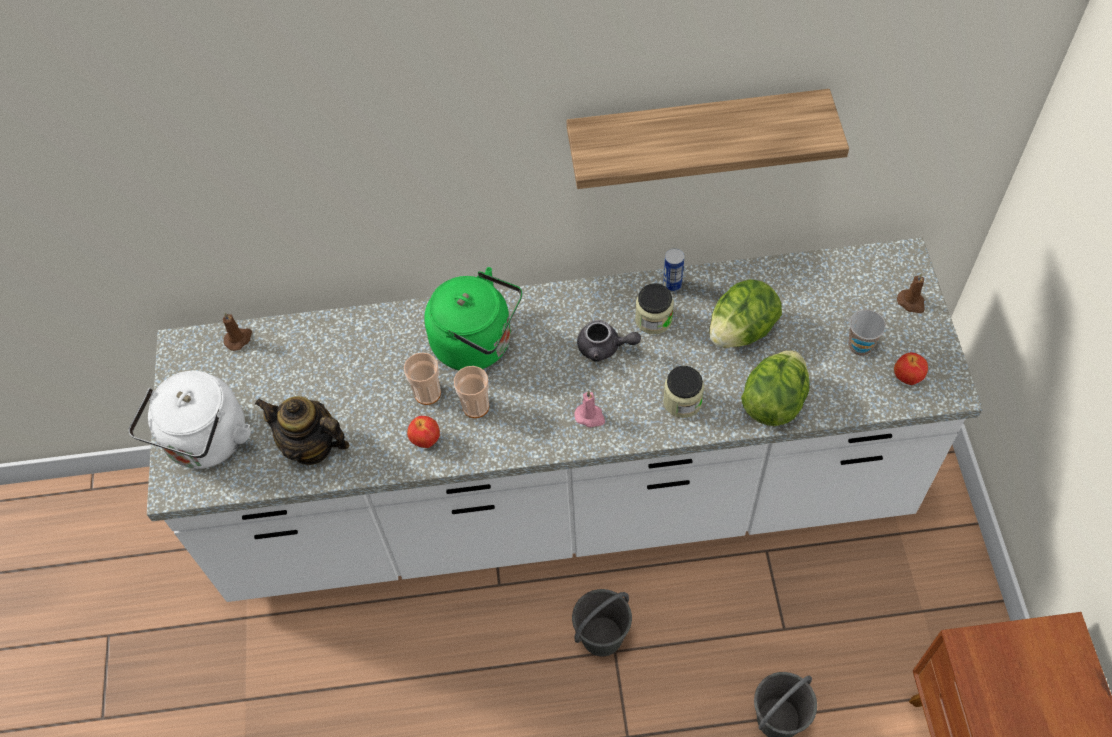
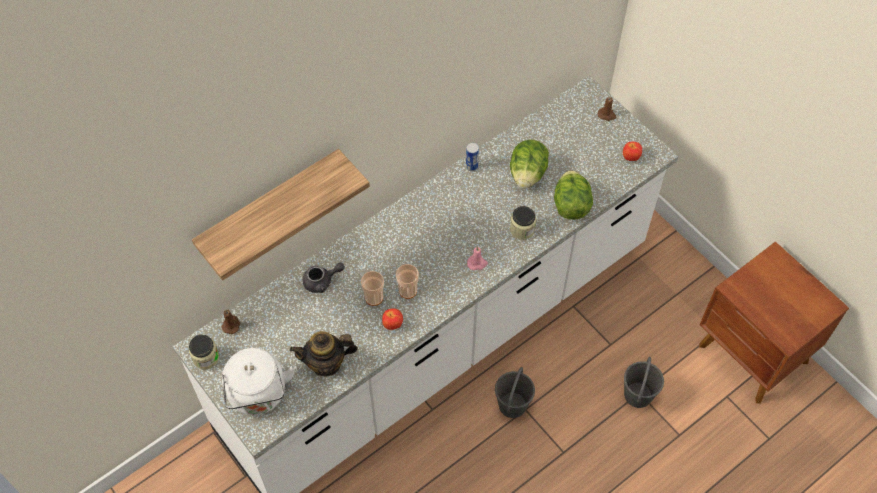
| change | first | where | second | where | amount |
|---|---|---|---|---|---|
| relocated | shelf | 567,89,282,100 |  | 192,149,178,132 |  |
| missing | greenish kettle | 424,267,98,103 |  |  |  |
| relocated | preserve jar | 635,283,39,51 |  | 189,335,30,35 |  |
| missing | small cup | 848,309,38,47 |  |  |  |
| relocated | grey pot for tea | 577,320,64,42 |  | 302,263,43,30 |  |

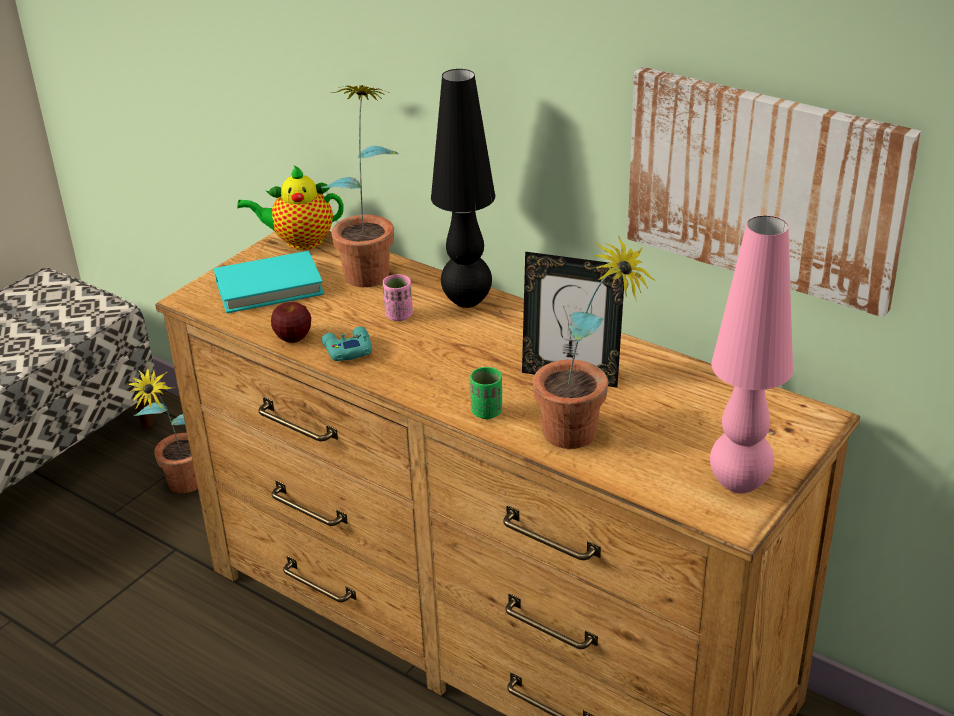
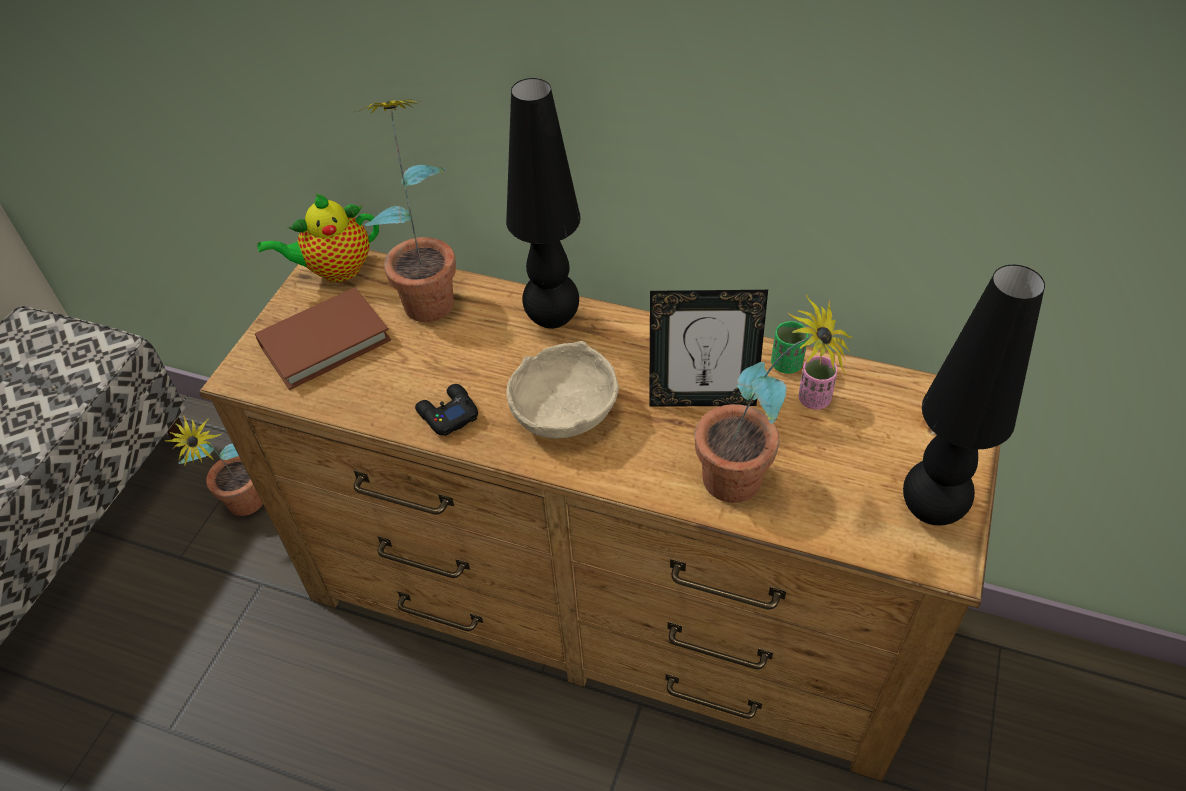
| change | first | where | second | where | amount |
|---|---|---|---|---|---|
| missing | picture | 627,67,295,251 |  |  |  |
| colour | pinkish lamp for a table | 710,215,83,279 | blackish lamp for a table | 903,265,142,261 |  |
| colour | blue-green bound book | 214,251,110,62 | brown bound book | 255,287,136,103 |  |
| relocated | pinkish small cup | 383,274,30,47 |  | 799,356,39,54 |  |
| missing | whole apple | 271,302,40,41 |  |  |  |
| colour | blue-green joypad | 322,327,50,34 | blackish joypad | 415,384,63,52 |  |
| relocated | greenish small cup | 470,367,32,52 |  | 771,321,38,53 |  |
| appeared |  |  | sand-coloured bowl | 506,341,113,98 |  |

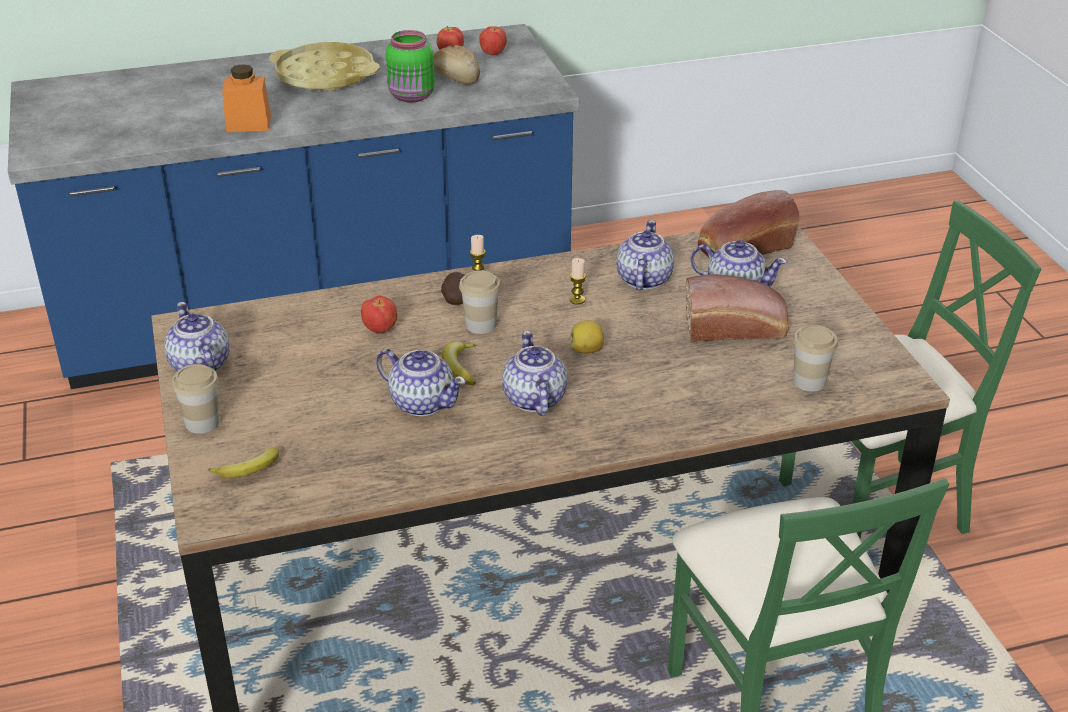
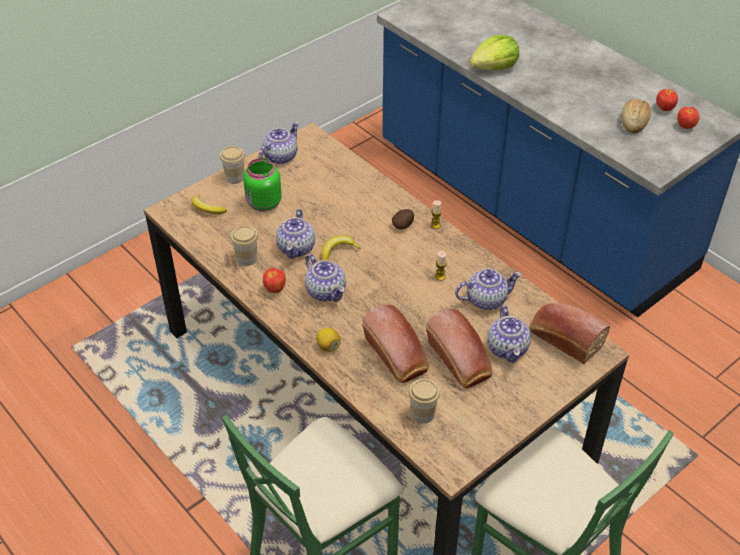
| change | first | where | second | where | amount |
|---|---|---|---|---|---|
| relocated | greenish preserve jar | 386,30,49,73 |  | 243,158,39,54 |  |
| missing | yellowish tray | 269,42,111,50 |  |  |  |
| exchanged | orange-coloured preserve jar | 222,64,49,68 | head of lettuce | 470,35,49,35 |  |
| relocated | small cup | 459,270,42,64 |  | 231,226,27,40 |  |
| relocated | whole apple | 361,295,37,38 |  | 263,268,23,25 |  |
| relocated | lemon | 569,320,35,34 |  | 316,328,25,24 |  |
| spun | pot for tea | 502,331,65,85 |  | 305,254,41,48 | 90 degrees clockwise |
| appeared |  |  | baked bread | 362,305,67,78 |  |

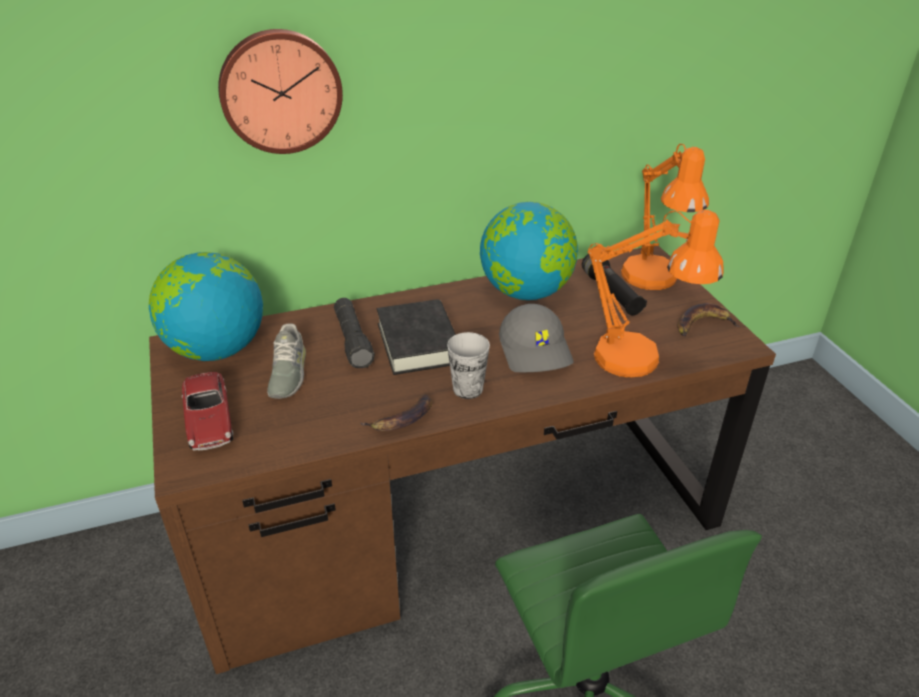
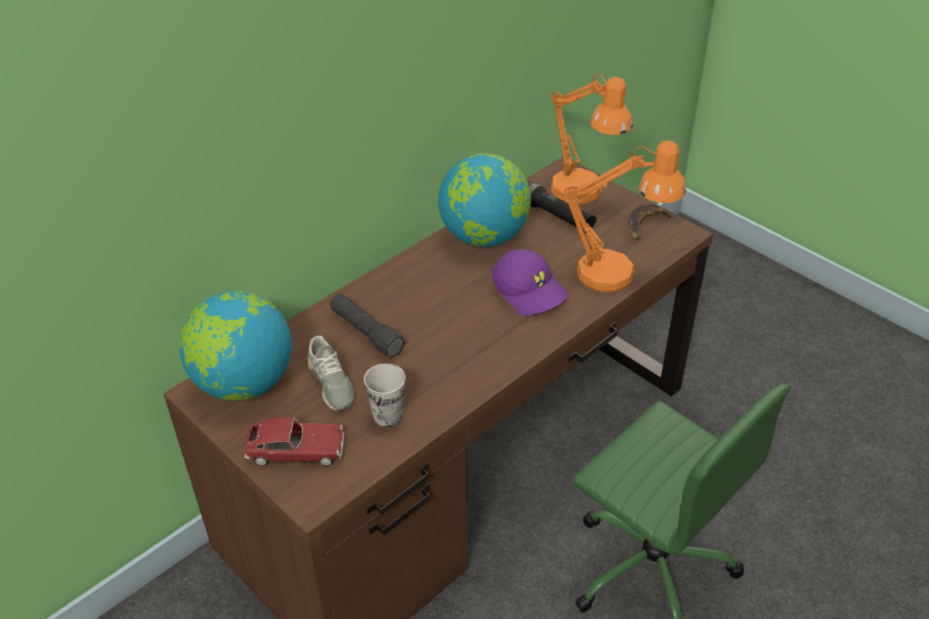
| change | first | where | second | where | amount |
|---|---|---|---|---|---|
| missing | hanging clock | 218,29,125,125 |  |  |  |
| missing | blackish bound book | 377,299,79,76 |  |  |  |
| colour | grey baseball cap | 499,304,74,68 | purple-coloured baseball cap | 492,249,76,67 |  |
| relocated | small cup | 447,332,43,67 |  | 364,363,41,64 |  |
| spun | toy car | 182,372,52,79 |  | 244,417,100,49 | 45 degrees counterclockwise |
| missing | banana | 361,394,71,37 |  |  |  |

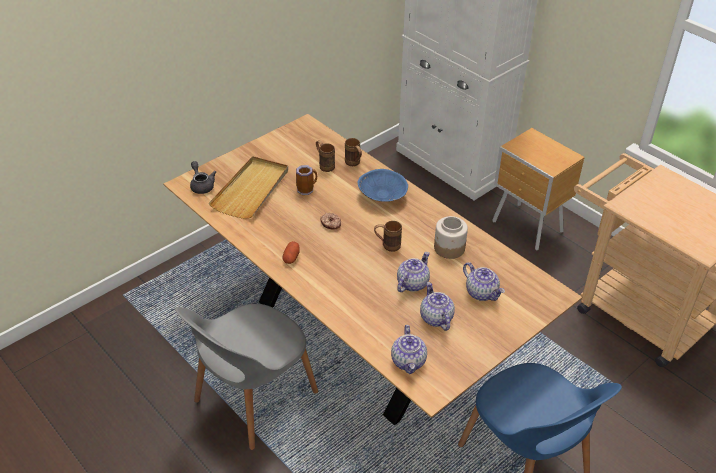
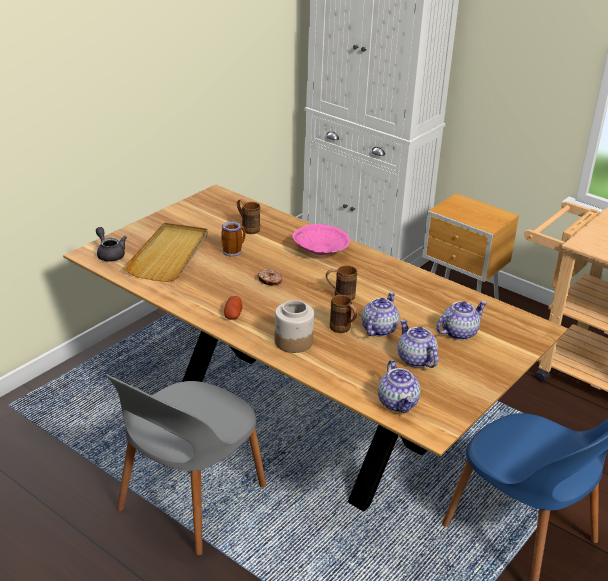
| change | first | where | second | where | amount |
|---|---|---|---|---|---|
| relocated | brown coffee mug | 345,138,17,28 |  | 330,295,28,38 |  |
| colour | bluish bowl | 358,169,50,33 | pinkish bowl | 292,224,58,31 |  |
| relocated | preserve jar | 434,216,34,43 |  | 275,300,39,53 |  |
| spun | pot for tea | 463,262,42,39 |  | 436,301,51,39 | 75 degrees counterclockwise |

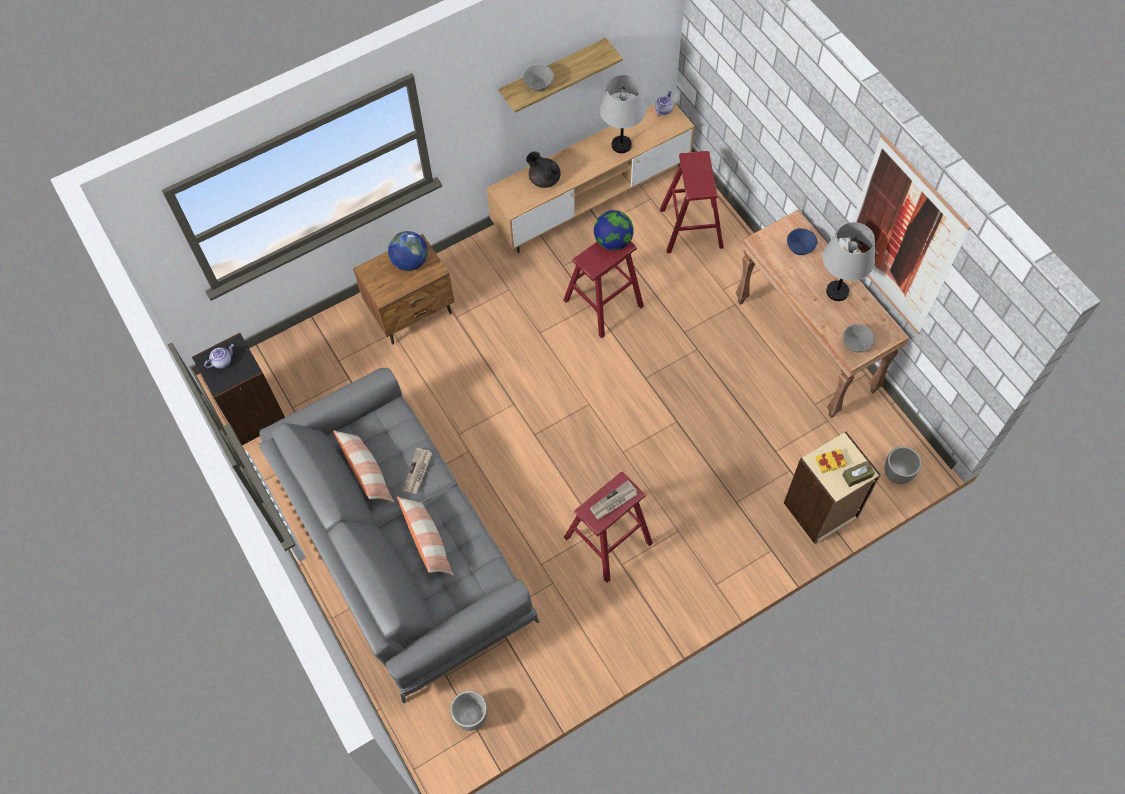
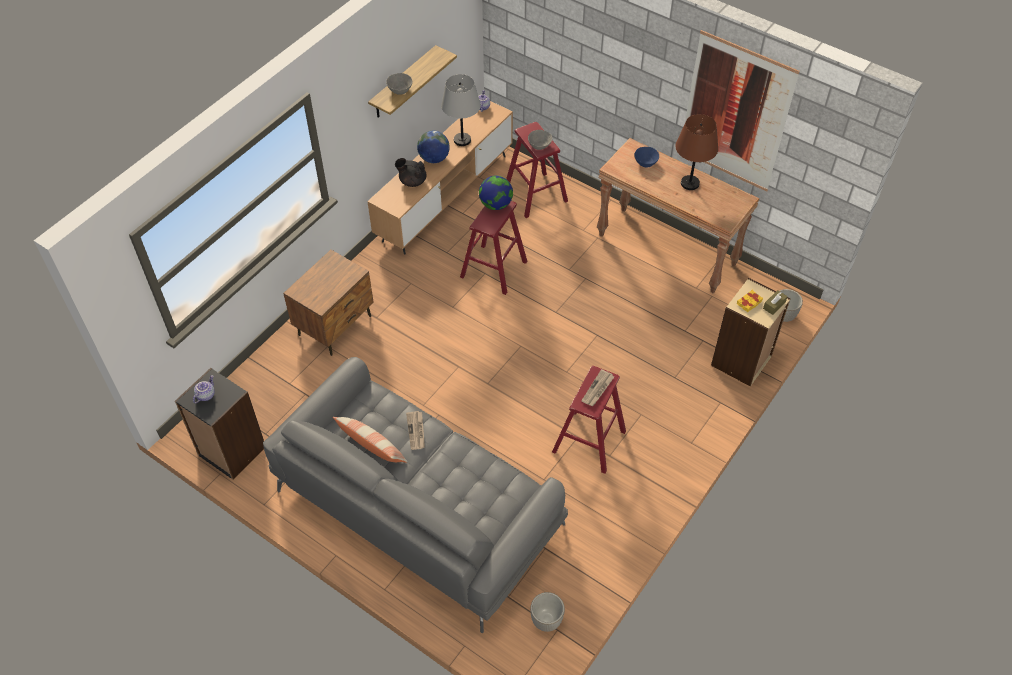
| change | first | where | second | where | amount |
|---|---|---|---|---|---|
| colour | grey lamp for a table | 823,222,52,79 | brown lamp for a table | 675,114,43,76 |  |
| relocated | desk globe | 388,231,40,40 |  | 417,131,33,32 |  |
| relocated | grey bowl | 843,324,32,28 |  | 528,130,24,20 |  |
| missing | throw pillow | 397,496,57,80 |  |  |  |

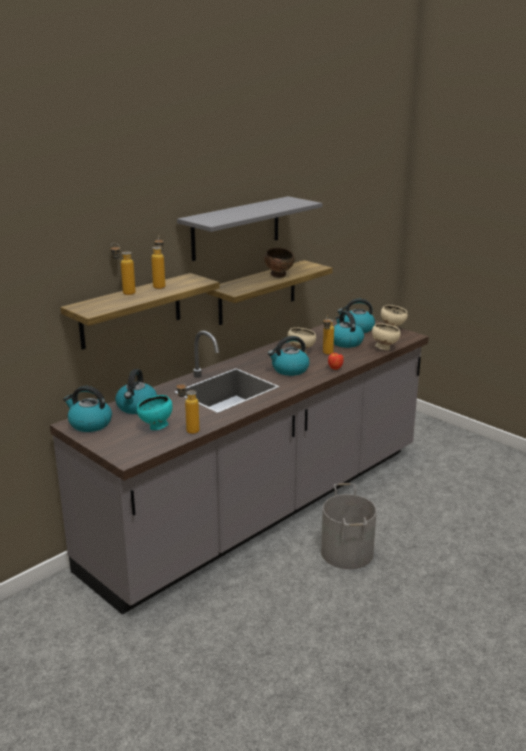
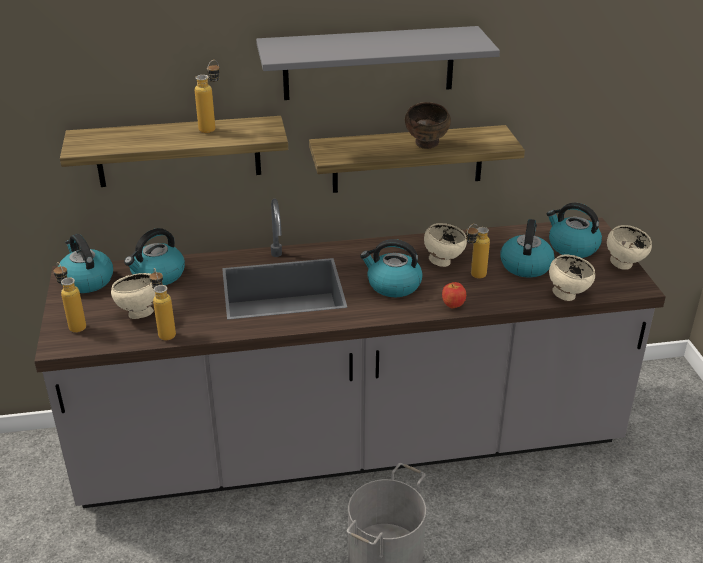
| change | first | where | second | where | amount |
|---|---|---|---|---|---|
| relocated | beverage bottle | 110,243,26,52 |  | 54,262,32,71 |  |
| colour | blue-green bowl | 137,395,36,35 | sand-coloured bowl | 111,273,45,46 |  |

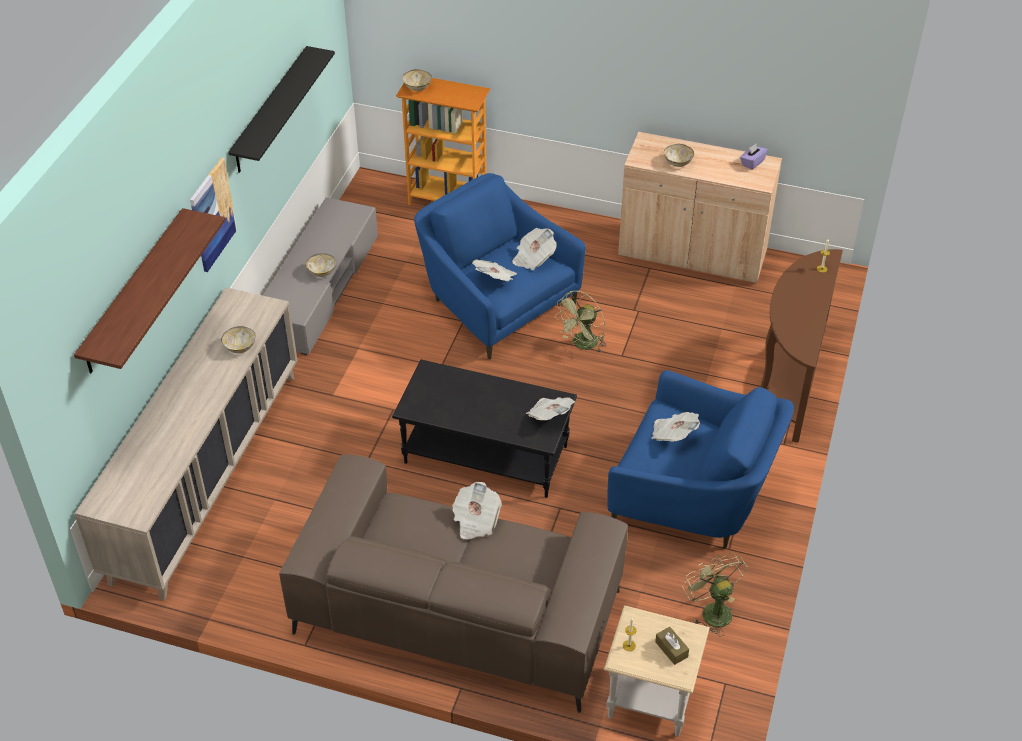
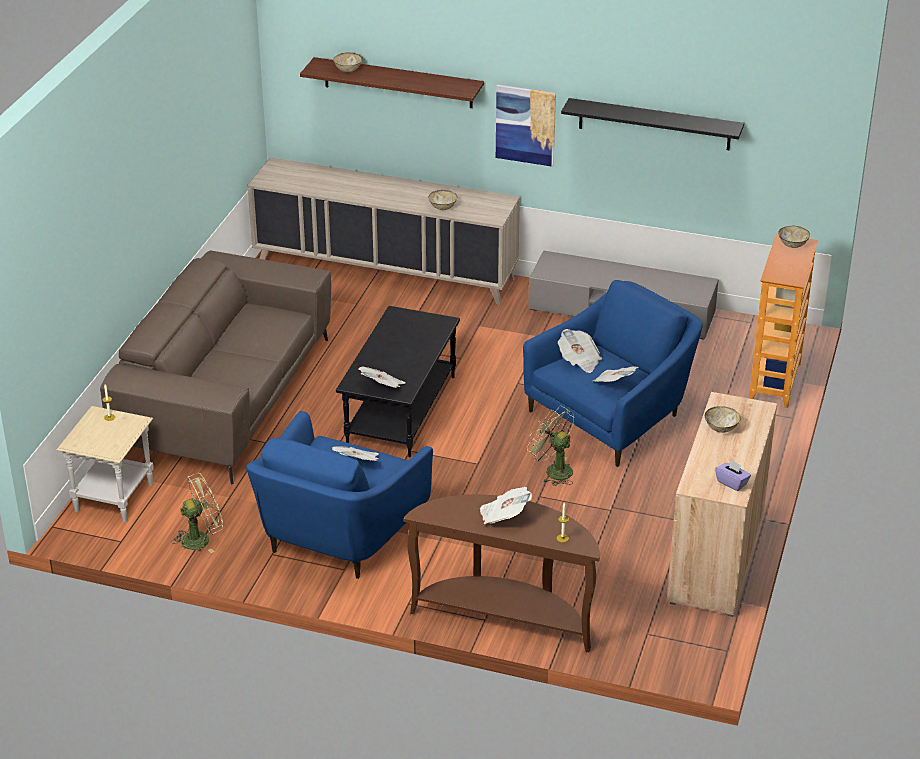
| change | first | where | second | where | amount |
|---|---|---|---|---|---|
| relocated | bowl | 306,254,30,23 |  | 333,52,29,20 |  |
| relocated | newspaper | 452,482,50,57 |  | 480,487,52,37 |  |
| missing | brown box of tissues | 655,627,34,38 |  |  |  |

